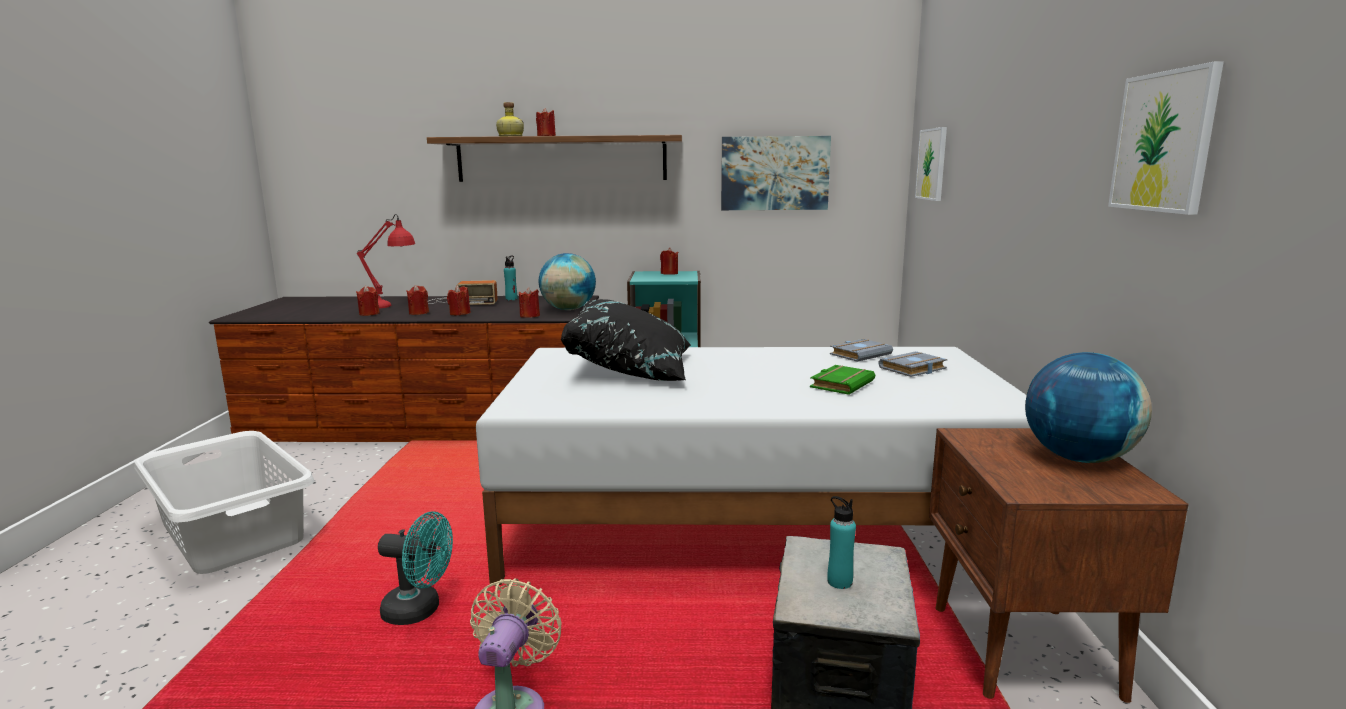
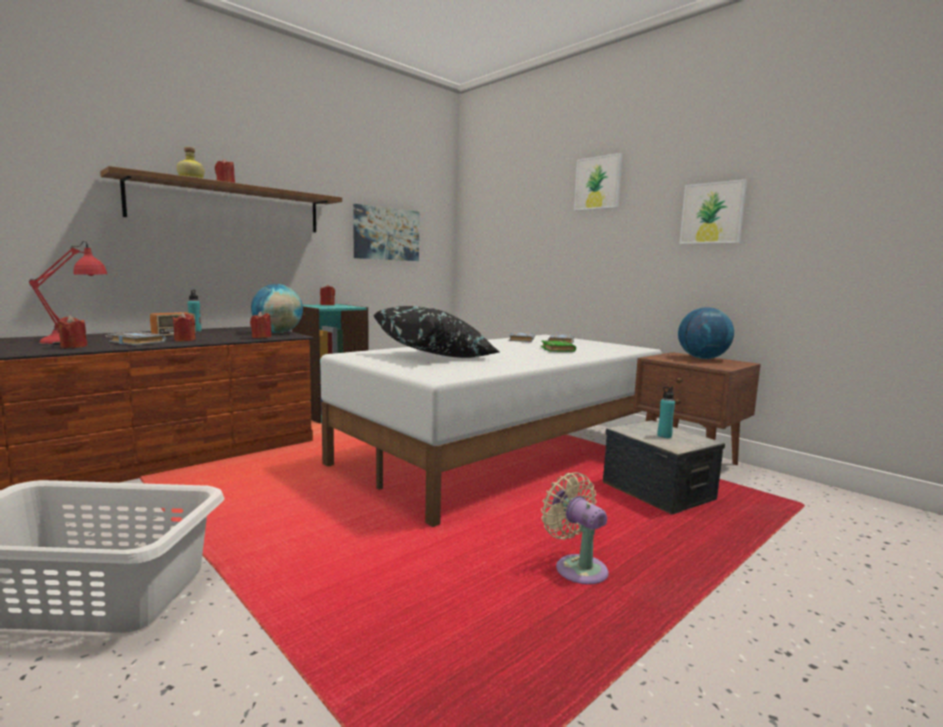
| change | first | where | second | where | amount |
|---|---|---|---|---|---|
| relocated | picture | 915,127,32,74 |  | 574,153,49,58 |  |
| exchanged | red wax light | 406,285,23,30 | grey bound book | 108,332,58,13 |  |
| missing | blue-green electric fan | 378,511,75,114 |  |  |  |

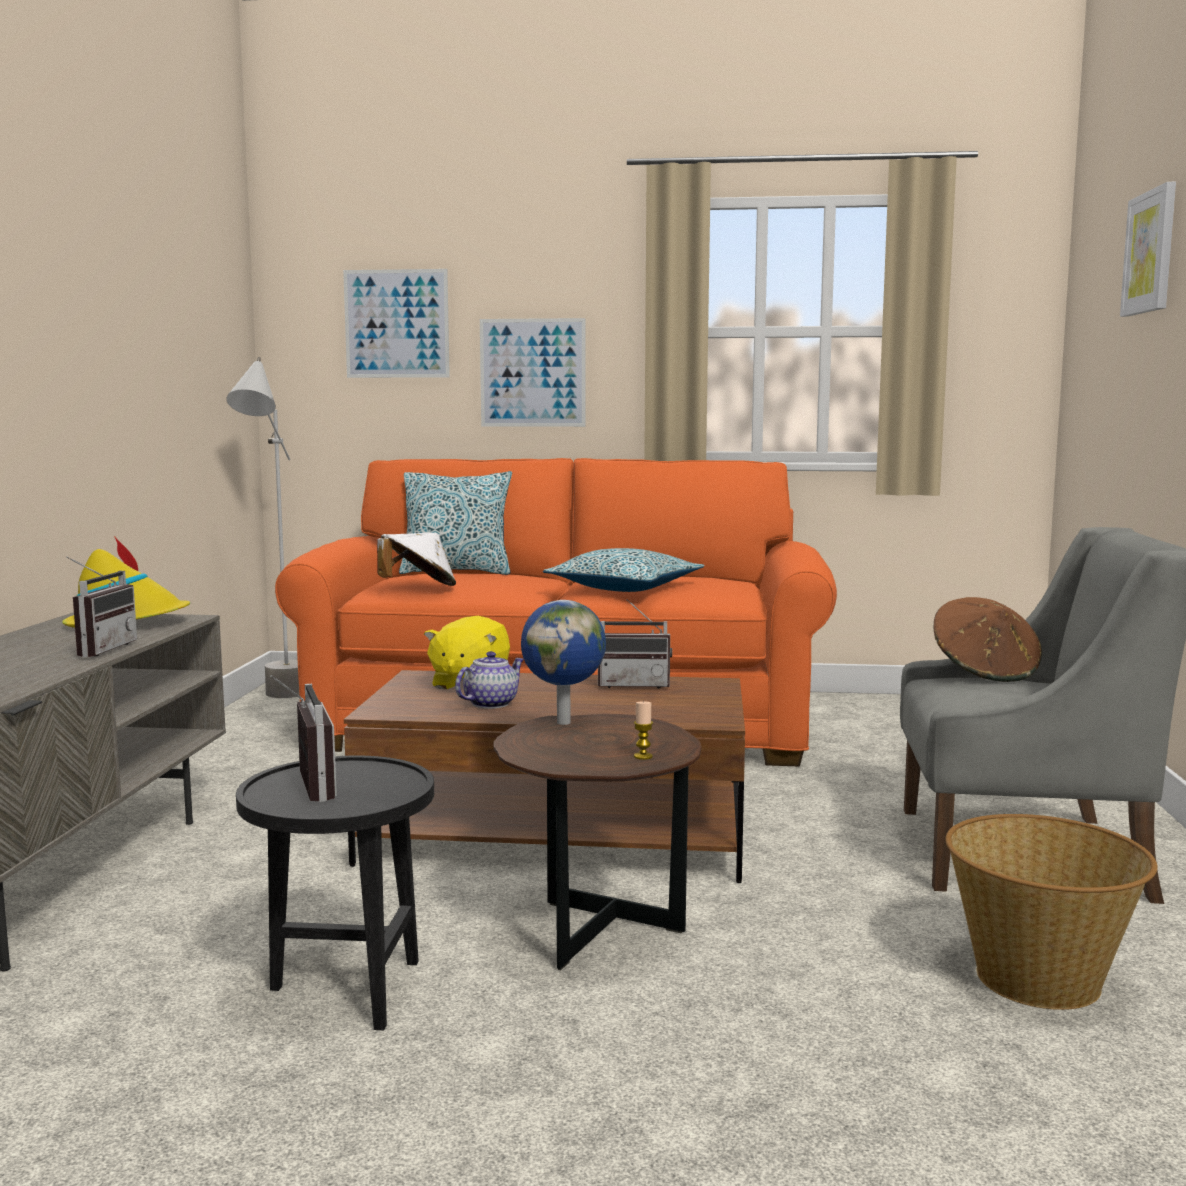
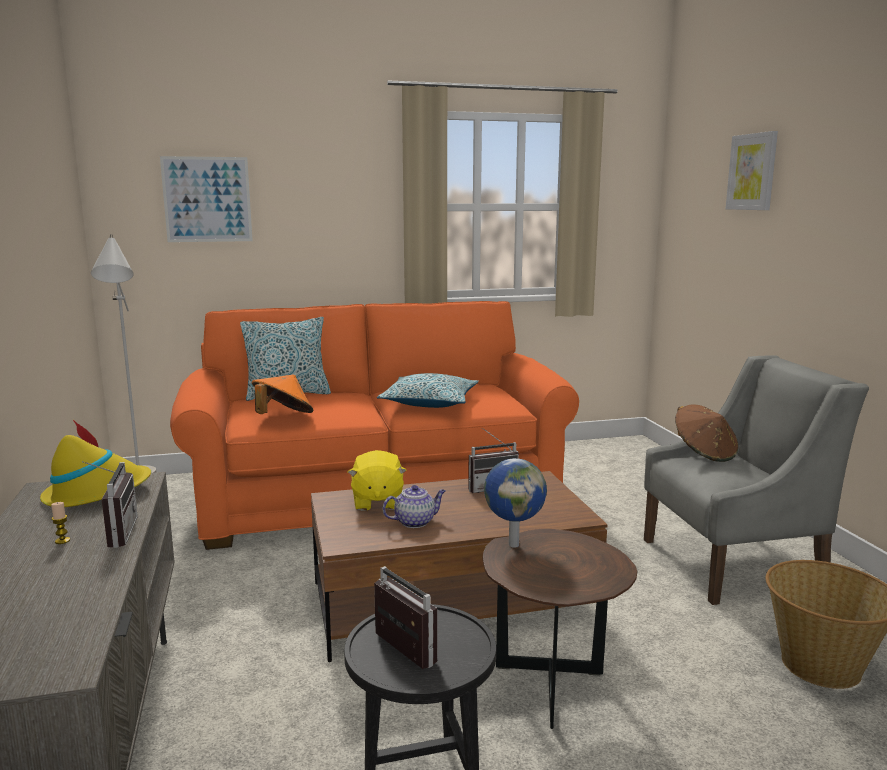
| change | first | where | second | where | amount |
|---|---|---|---|---|---|
| missing | picture | 480,318,106,109 |  |  |  |
| colour | white-coloured hat | 377,533,79,53 | orange-coloured hat | 252,374,61,40 |  |
| spun | pot for tea | 455,651,69,58 |  | 383,485,63,43 | 45 degrees clockwise |
| relocated | wax light | 634,701,19,59 |  | 51,502,19,42 |  |

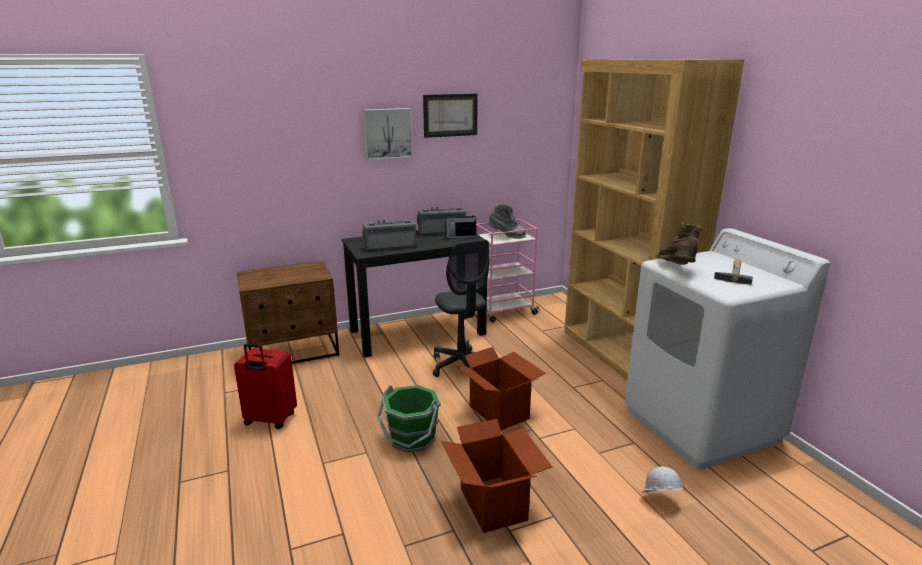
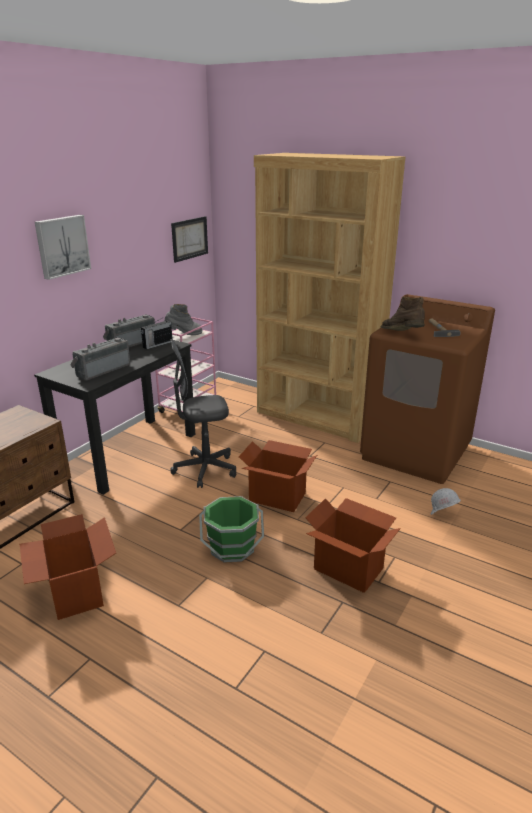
| change | first | where | second | where | amount |
|---|---|---|---|---|---|
| relocated | picture | 423,94,55,44 |  | 171,216,37,47 |  |
| colour | white-coloured laundry machine | 624,228,206,242 | brown laundry machine | 360,294,135,190 |  |
| spun | grey office chair | 433,240,57,137 |  | 170,339,66,149 | 135 degrees clockwise |
| exchanged | red suitcase | 234,344,63,85 | cardboard box | 20,514,96,106 |  |

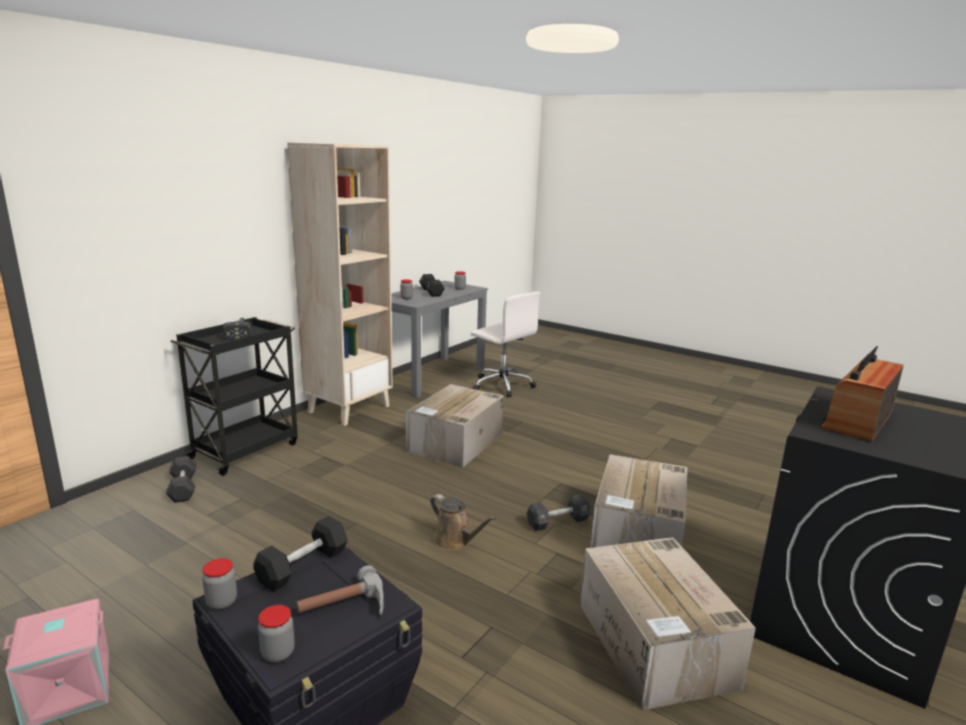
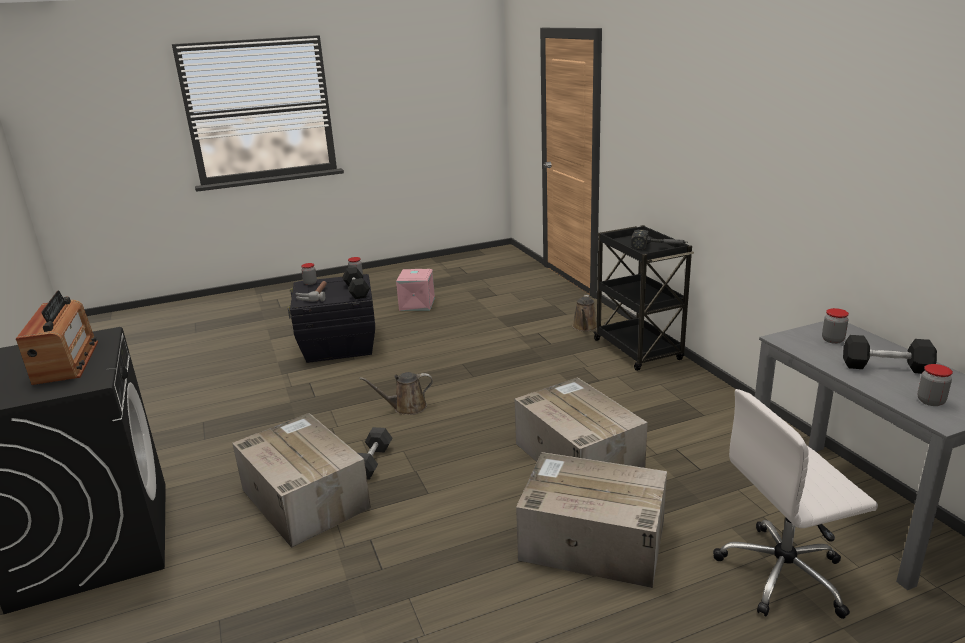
| change | first | where | second | where | amount |
|---|---|---|---|---|---|
| missing | sand-coloured shelving unit | 287,143,106,283 |  |  |  |
| exchanged | blackish free weight | 166,456,31,47 | brown sprinkling can | 572,295,25,37 |  |
| relocated | cardboard box | 580,537,176,174 |  | 516,452,151,136 |  |

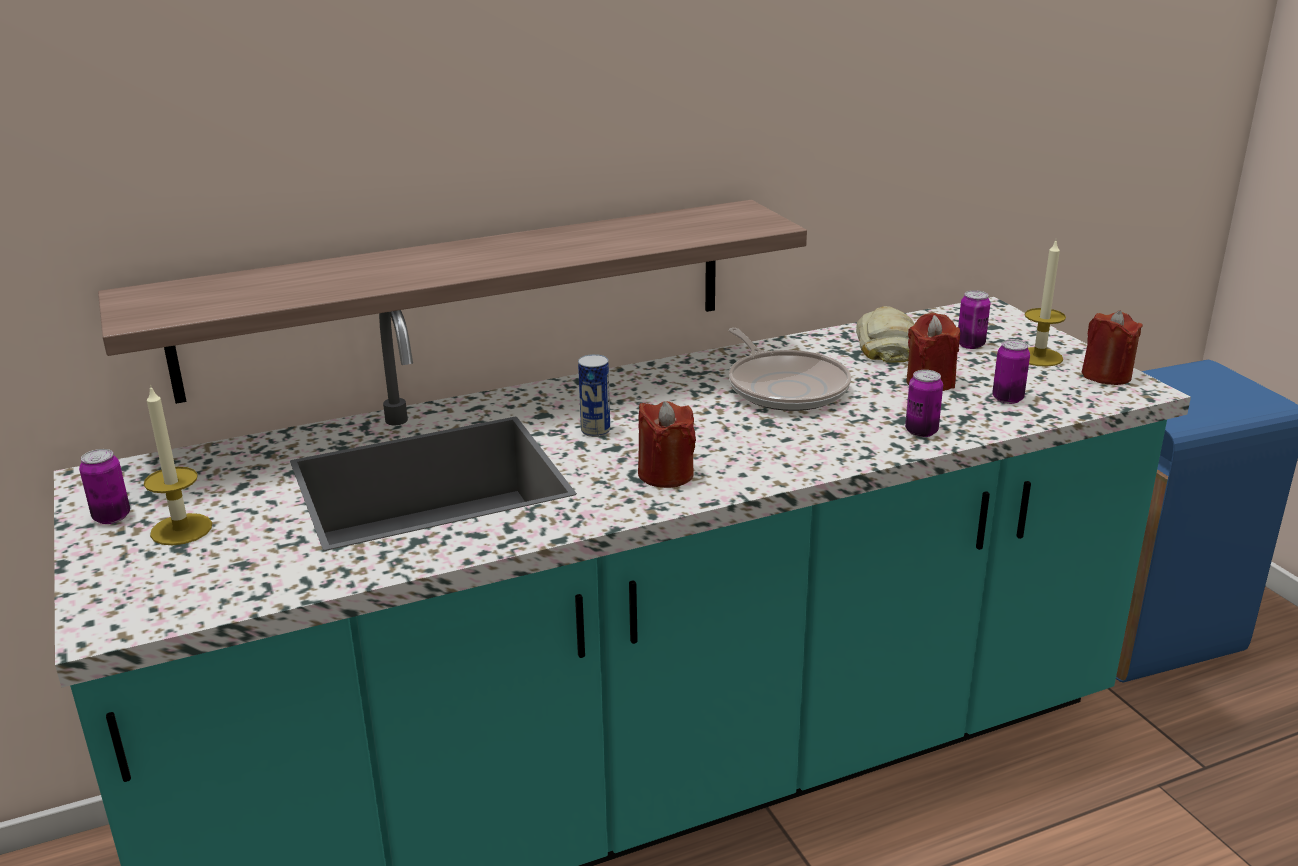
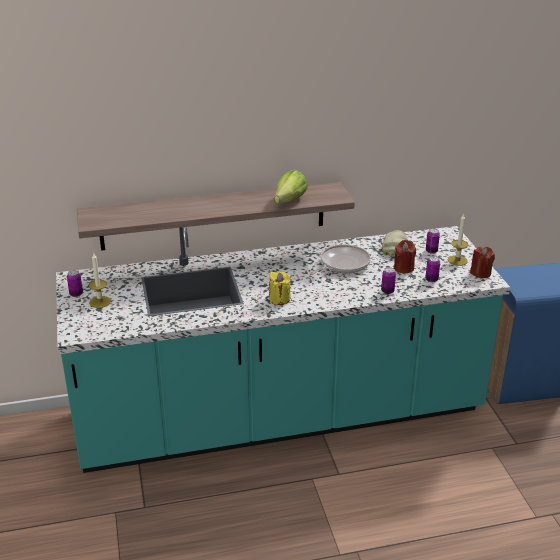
| change | first | where | second | where | amount |
|---|---|---|---|---|---|
| spun | frying pan | 729,328,122,83 |  | 310,245,61,30 | 120 degrees counterclockwise |
| missing | metal can | 578,354,32,83 |  |  |  |
| colour | red wax light | 638,401,58,87 | yellowish wax light | 269,272,21,33 |  |
| appeared |  |  | head of lettuce | 275,169,33,34 |  |

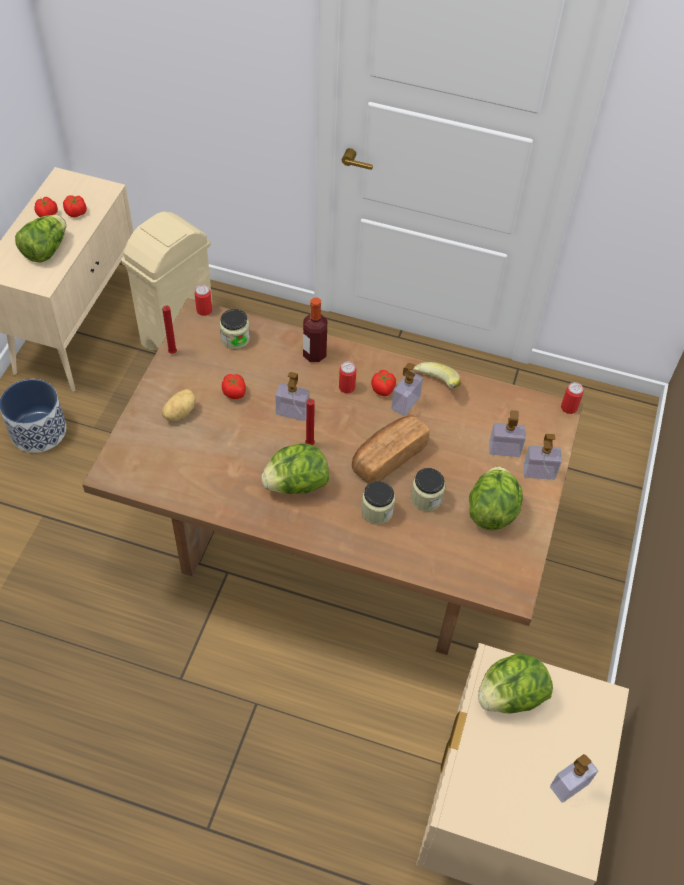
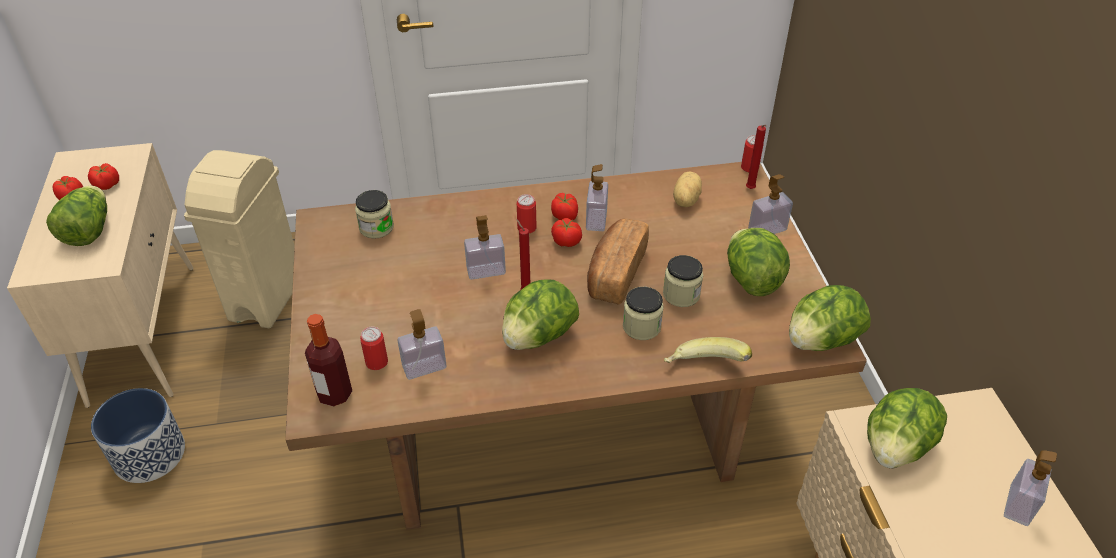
| change | first | where | second | where | amount |
|---|---|---|---|---|---|
| relocated | metal can | 195,284,17,32 |  | 360,327,28,43 |  |
| relocated | beverage bottle | 303,297,24,65 |  | 305,314,47,93 |  |
| relocated | red wax light | 162,306,15,48 |  | 746,125,21,64 |  |
| relocated | banana | 412,362,49,27 |  | 664,337,88,26 |  |
| relocated | fresh tomato | 222,374,24,25 |  | 551,218,31,29 |  |
| relocated | whole potato | 162,389,34,32 |  | 673,171,29,36 |  |
| relocated | liquid soap bottle | 489,410,37,47 |  | 397,309,49,71 |  |
| appeared |  |  | head of lettuce | 789,285,82,66 |  |

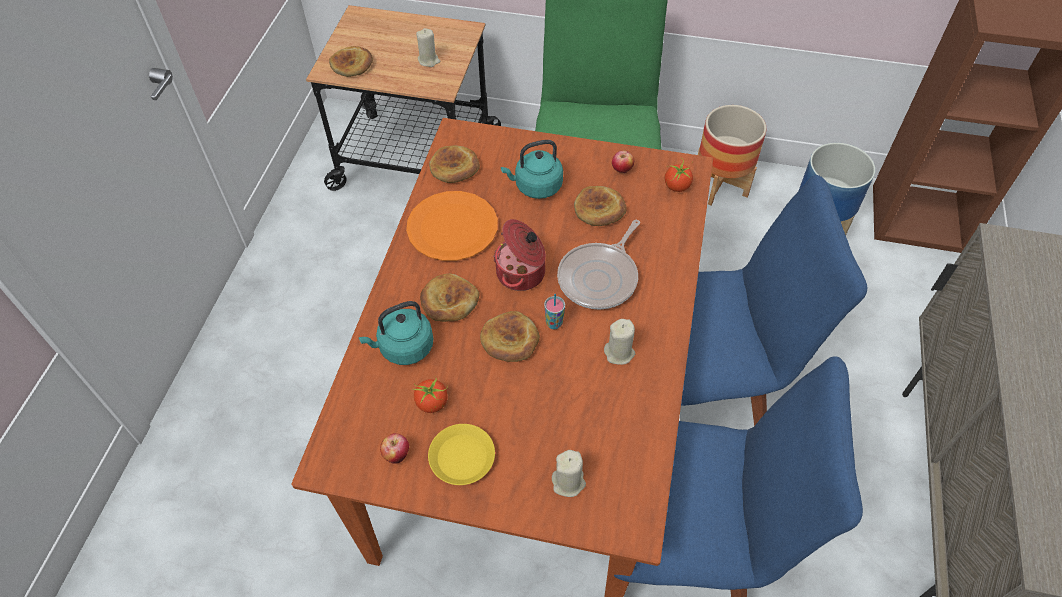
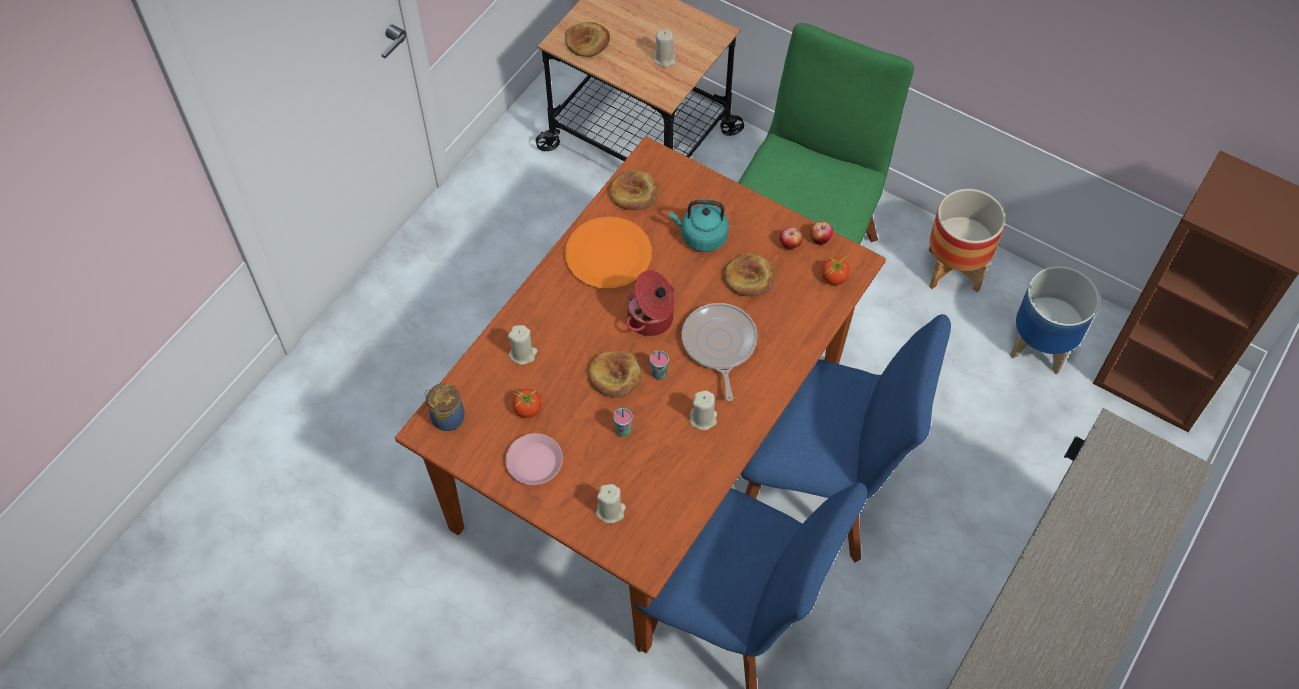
| change | first | where | second | where | amount |
|---|---|---|---|---|---|
| spun | frying pan | 557,220,83,90 |  | 682,303,76,98 | 120 degrees clockwise |
| missing | baked bread | 420,274,59,48 |  |  |  |
| exchanged | blue-green kettle | 359,301,75,64 | sand-coloured wax light | 508,325,30,40 |  |
| colour | yellowish flat dish | 428,424,67,61 | pinkish flat dish | 505,433,58,52 |  |
| relocated | whole apple | 380,433,29,31 |  | 810,221,23,24 |  |
| appeared |  |  | preserve jar | 425,383,40,48 |  |
| appeared |  |  | small cup | 613,408,20,29 |  |

